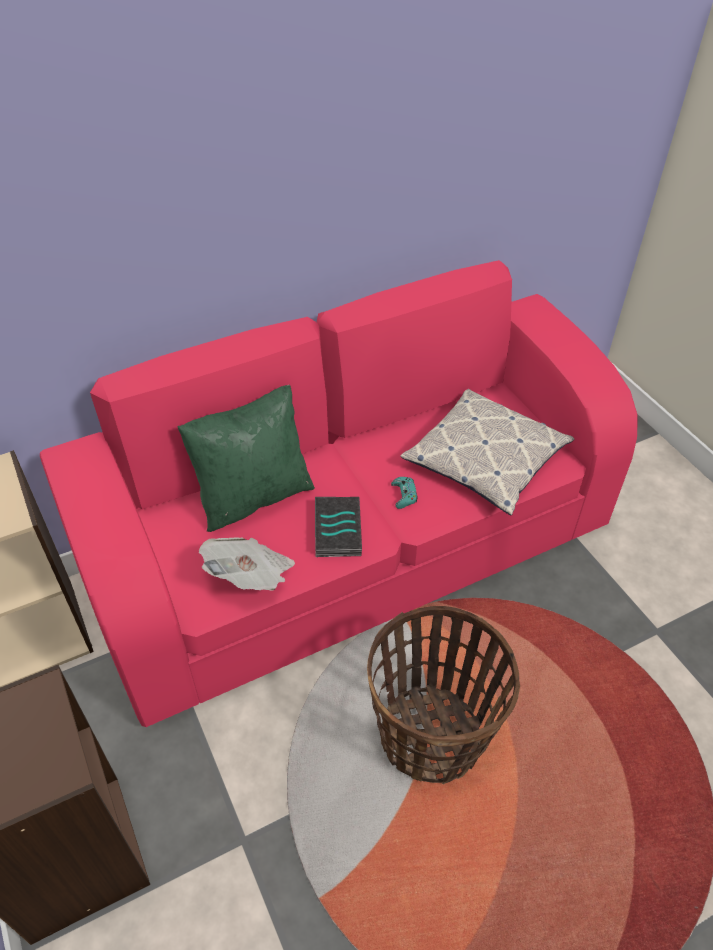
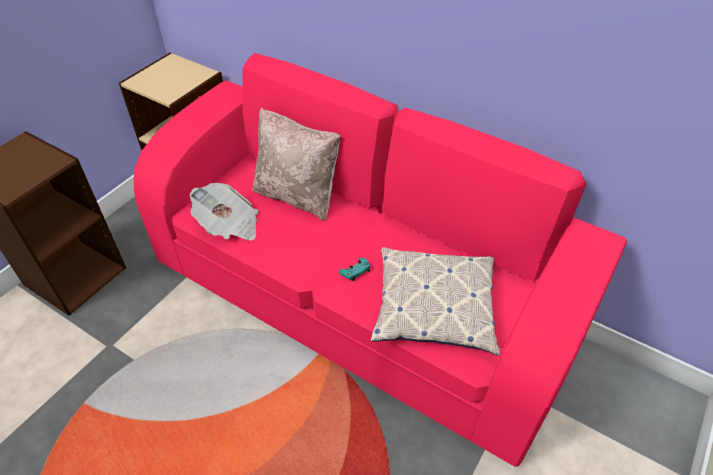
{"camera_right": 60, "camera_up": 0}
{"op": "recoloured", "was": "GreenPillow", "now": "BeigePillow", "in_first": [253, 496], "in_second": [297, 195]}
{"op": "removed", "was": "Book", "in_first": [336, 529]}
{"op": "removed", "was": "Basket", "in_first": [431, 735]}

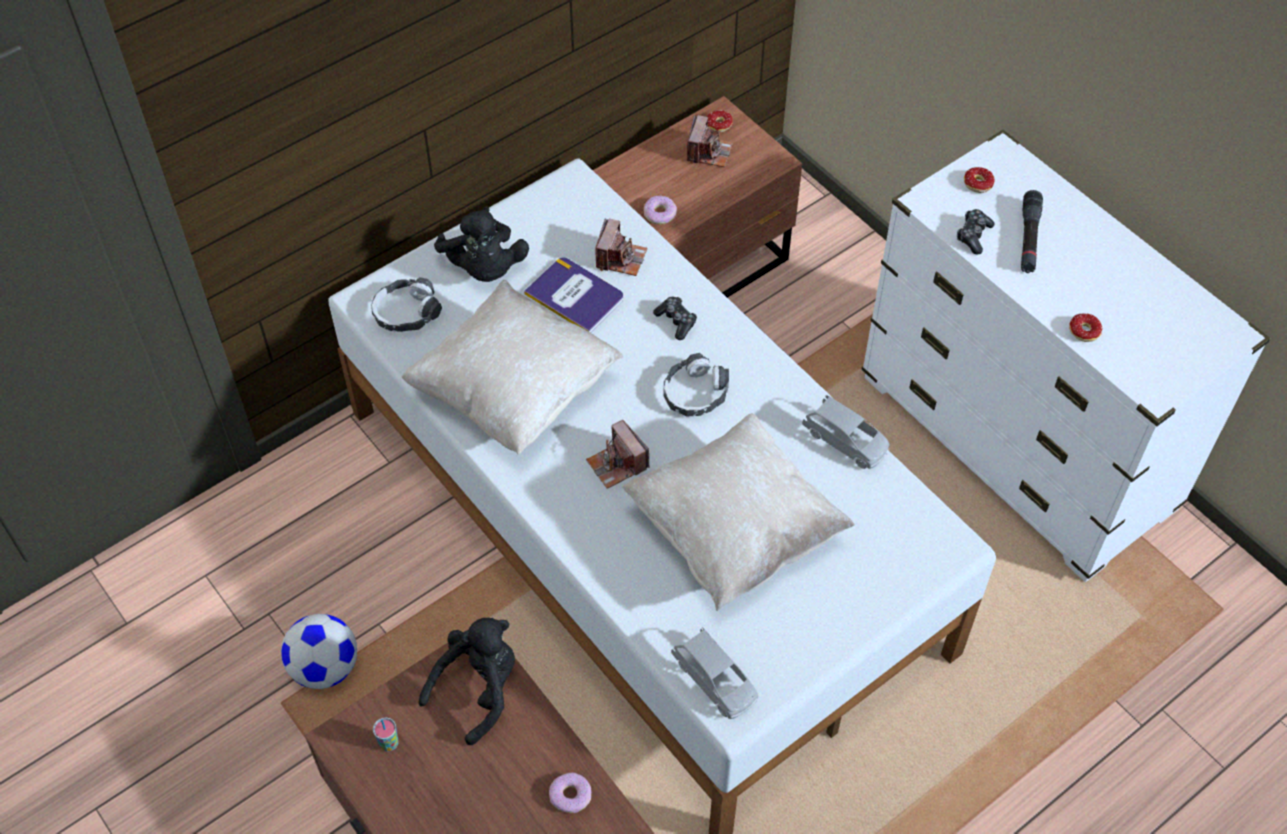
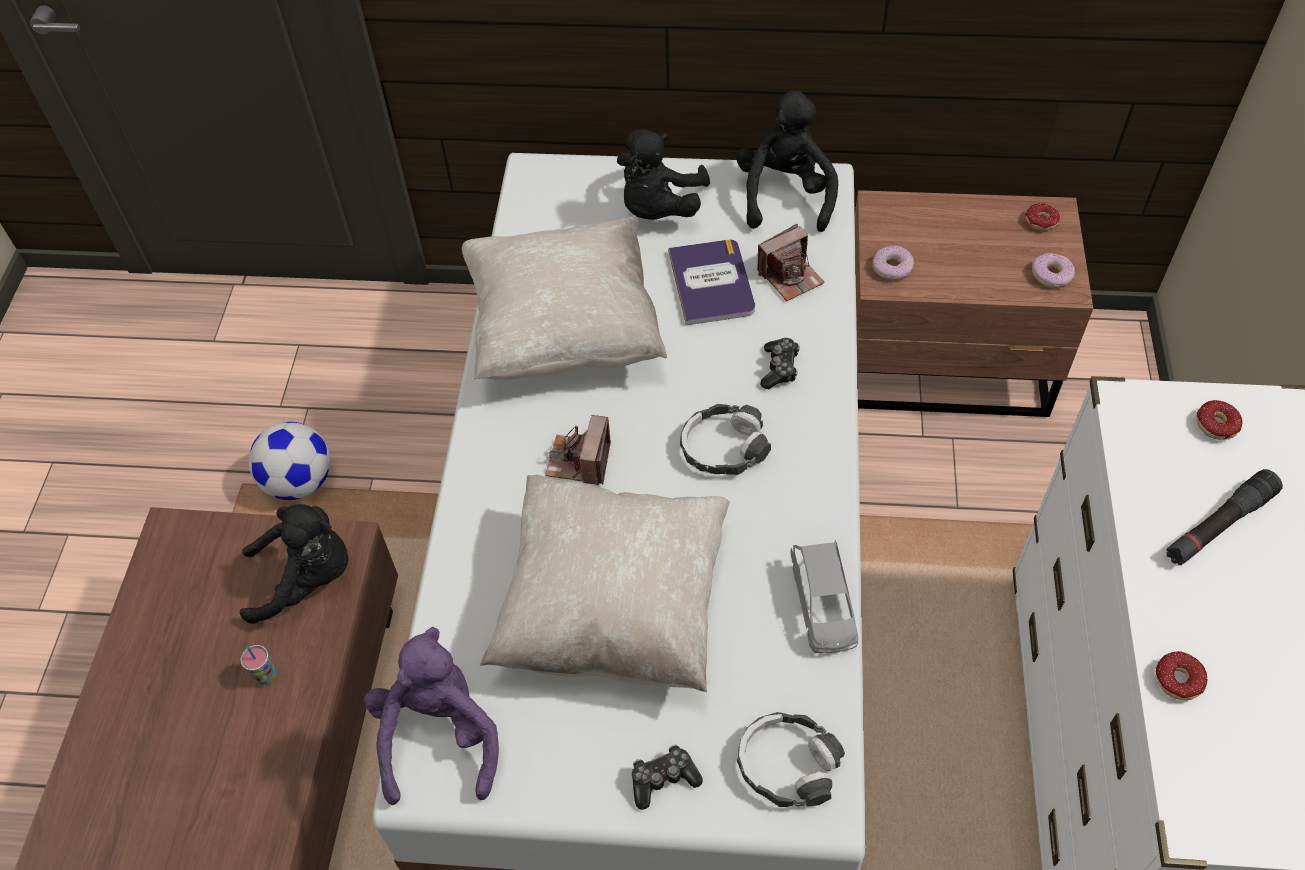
{"camera_right": 45, "camera_up": 0}
{"op": "moved", "was": "Headphones", "in_first": [406, 312], "in_second": [787, 765]}
{"op": "moved", "was": "Cup", "in_first": [389, 744], "in_second": [266, 676]}
{"op": "moved", "was": "Donut", "in_first": [570, 795], "in_second": [1051, 275]}
{"op": "replaced", "was": "GreyToyCar", "now": "PurplePlushToy", "in_first": [715, 680], "in_second": [439, 736]}
{"op": "removed", "was": "PhotoCamera", "in_first": [708, 152]}
{"op": "moved", "was": "GameController", "in_first": [973, 235], "in_second": [663, 779]}
{"op": "added", "now": "BlackPlushToy", "in_second": [785, 195]}

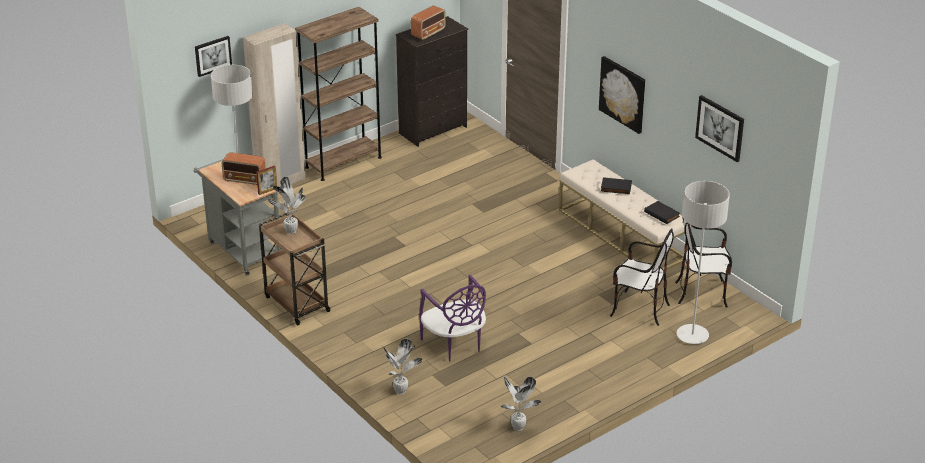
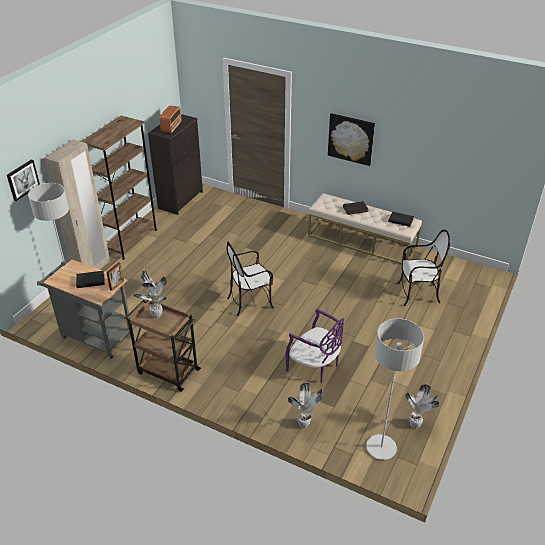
{"camera_right": -25, "camera_up": 5}
{"op": "replaced", "was": "Radio", "now": "BlackBook", "in_first": [245, 180], "in_second": [91, 280]}
{"op": "moved", "was": "Chair", "in_first": [702, 293], "in_second": [250, 301]}
{"op": "moved", "was": "GreyFloorLamp", "in_first": [692, 335], "in_second": [381, 448]}
{"op": "removed", "was": "Picture", "in_first": [720, 128]}

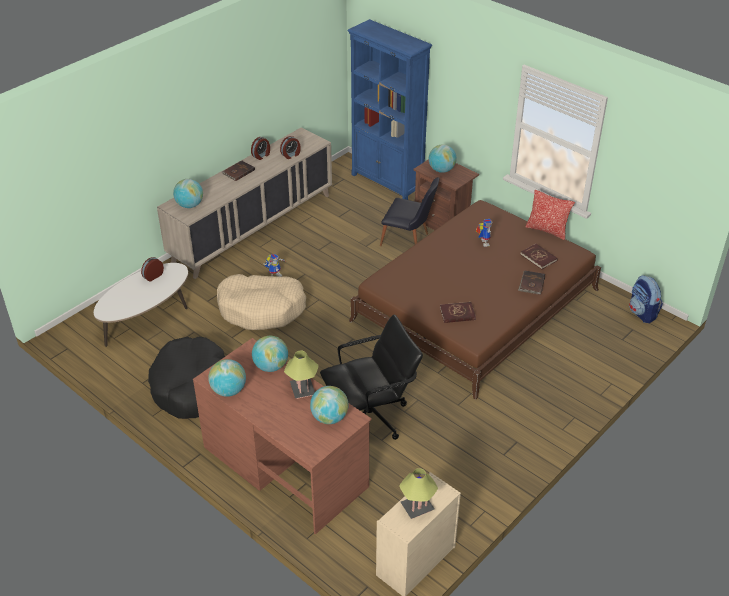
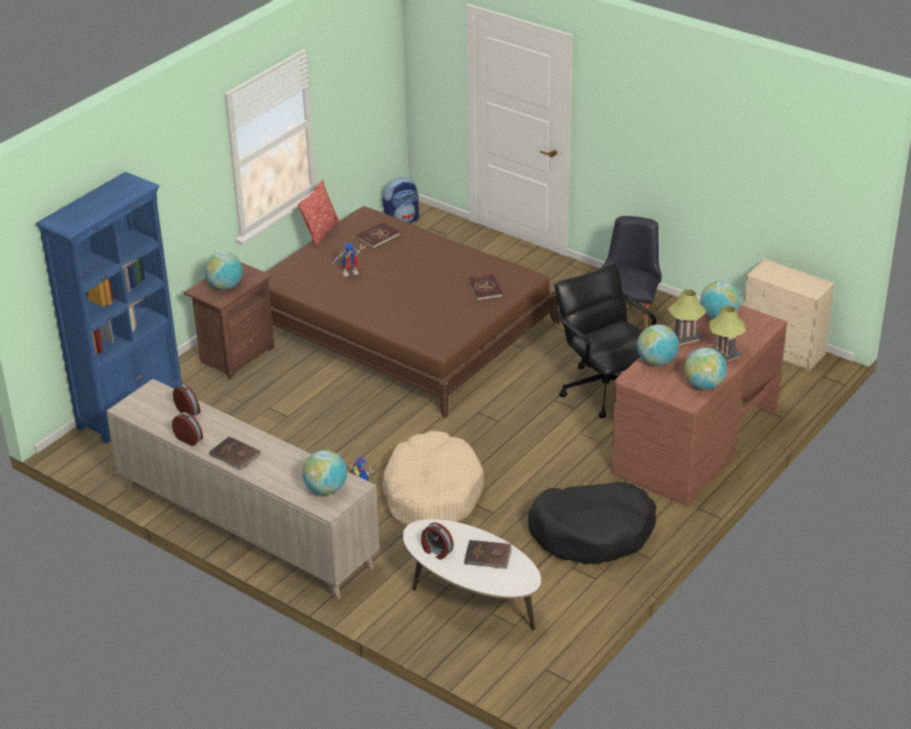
{"camera_right": -95, "camera_up": -5}
{"op": "moved", "was": "BlackChair", "in_first": [409, 241], "in_second": [627, 317]}
{"op": "moved", "was": "TableLamp", "in_first": [417, 507], "in_second": [724, 354]}
{"op": "moved", "was": "BrownBook", "in_first": [531, 284], "in_second": [488, 556]}

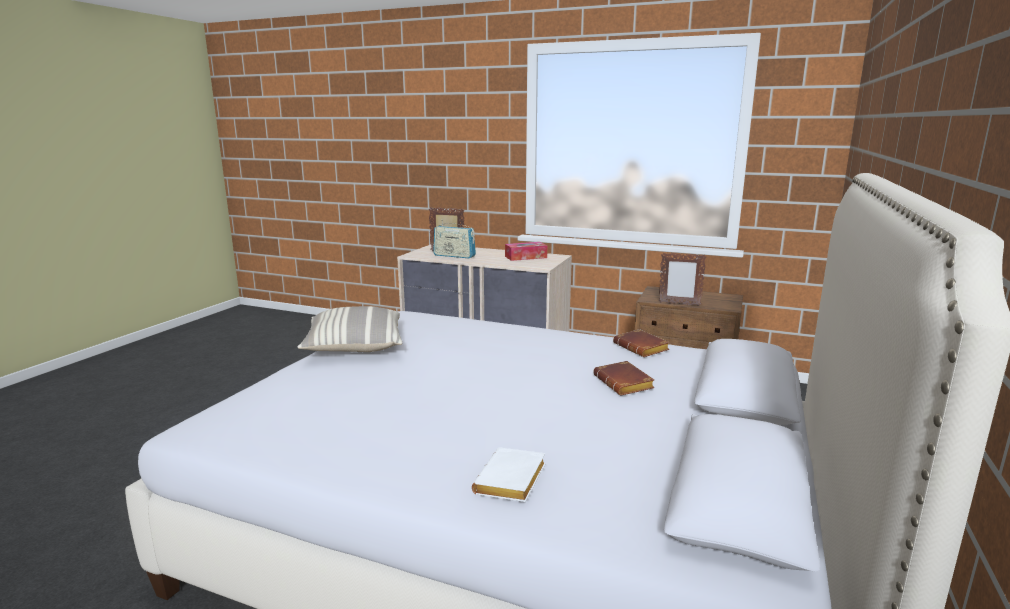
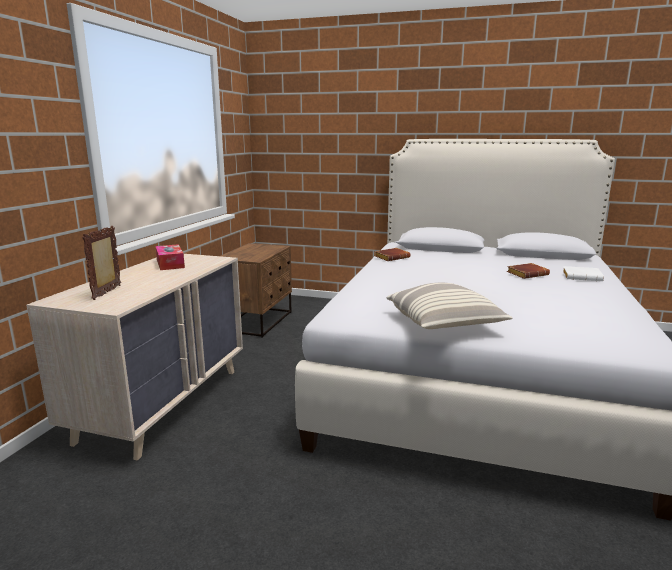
{"camera_right": -95, "camera_up": 0}
{"op": "removed", "was": "Radio", "in_first": [454, 256]}
{"op": "moved", "was": "BrownBook", "in_first": [625, 384], "in_second": [527, 274]}
{"op": "removed", "was": "PictureFrame", "in_first": [679, 304]}

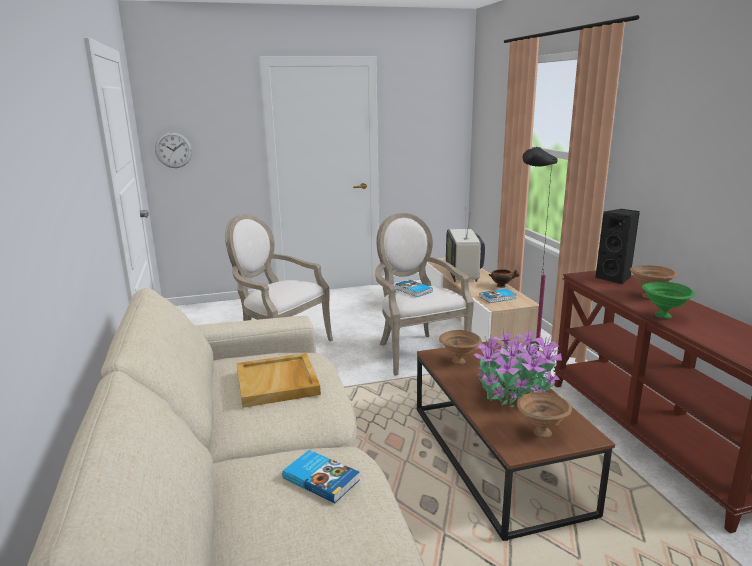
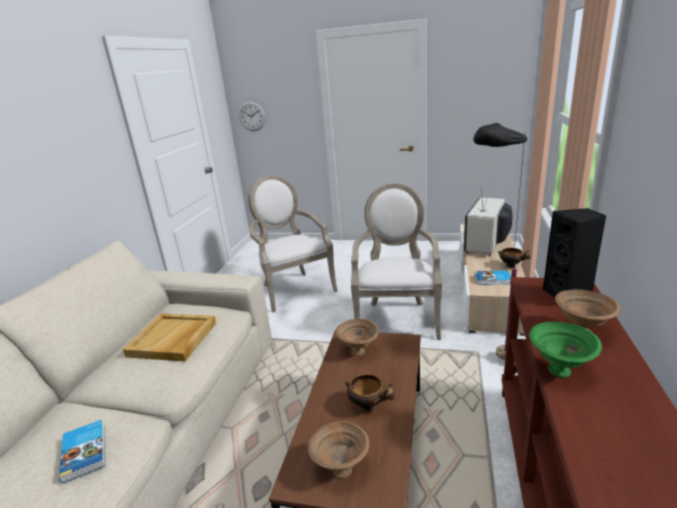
{"camera_right": 30, "camera_up": 5}
{"op": "removed", "was": "Book", "in_first": [412, 290]}
{"op": "replaced", "was": "PottedPlant", "now": "Bowl", "in_first": [513, 392], "in_second": [369, 406]}

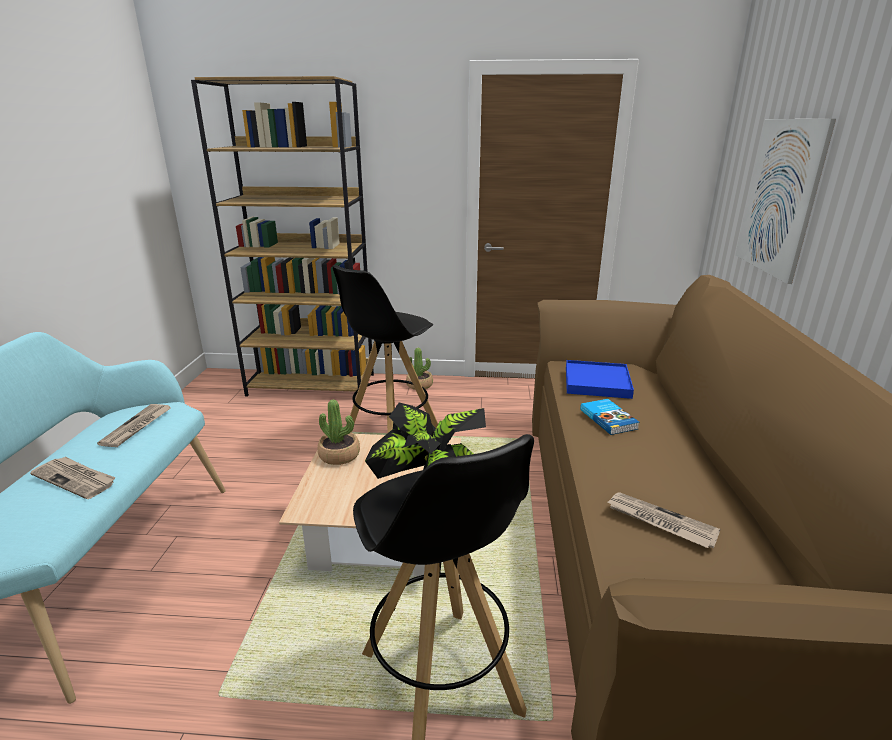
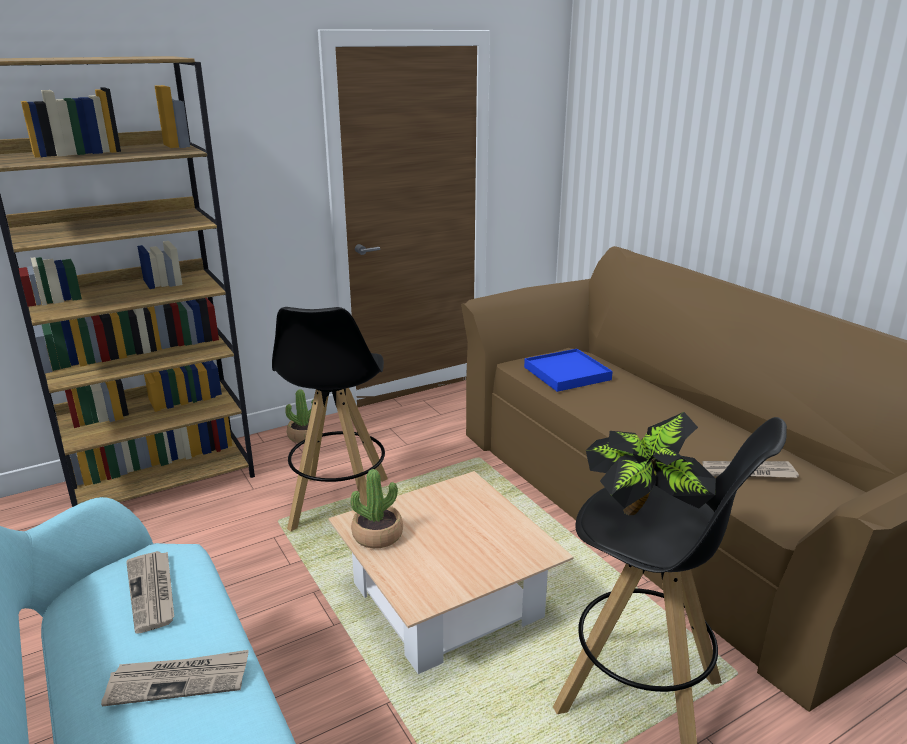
{"camera_right": -35, "camera_up": 0}
{"op": "removed", "was": "Book", "in_first": [609, 419]}
{"op": "removed", "was": "Picture", "in_first": [780, 197]}

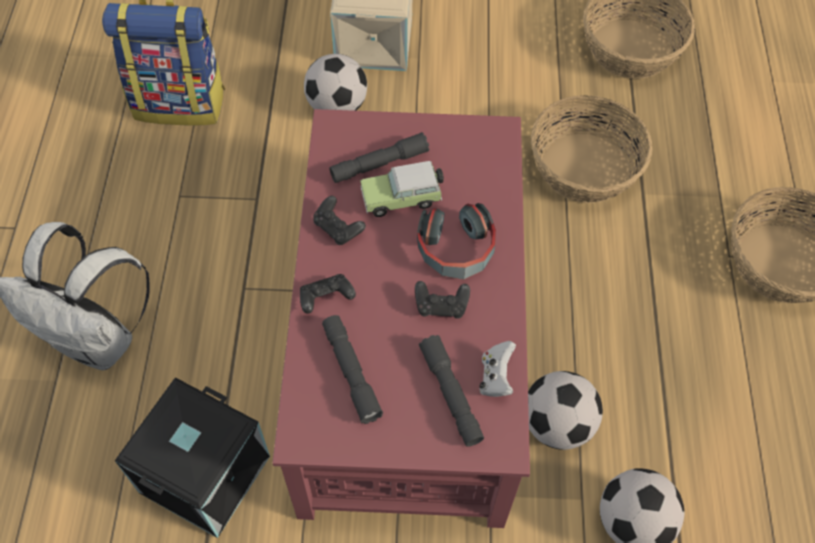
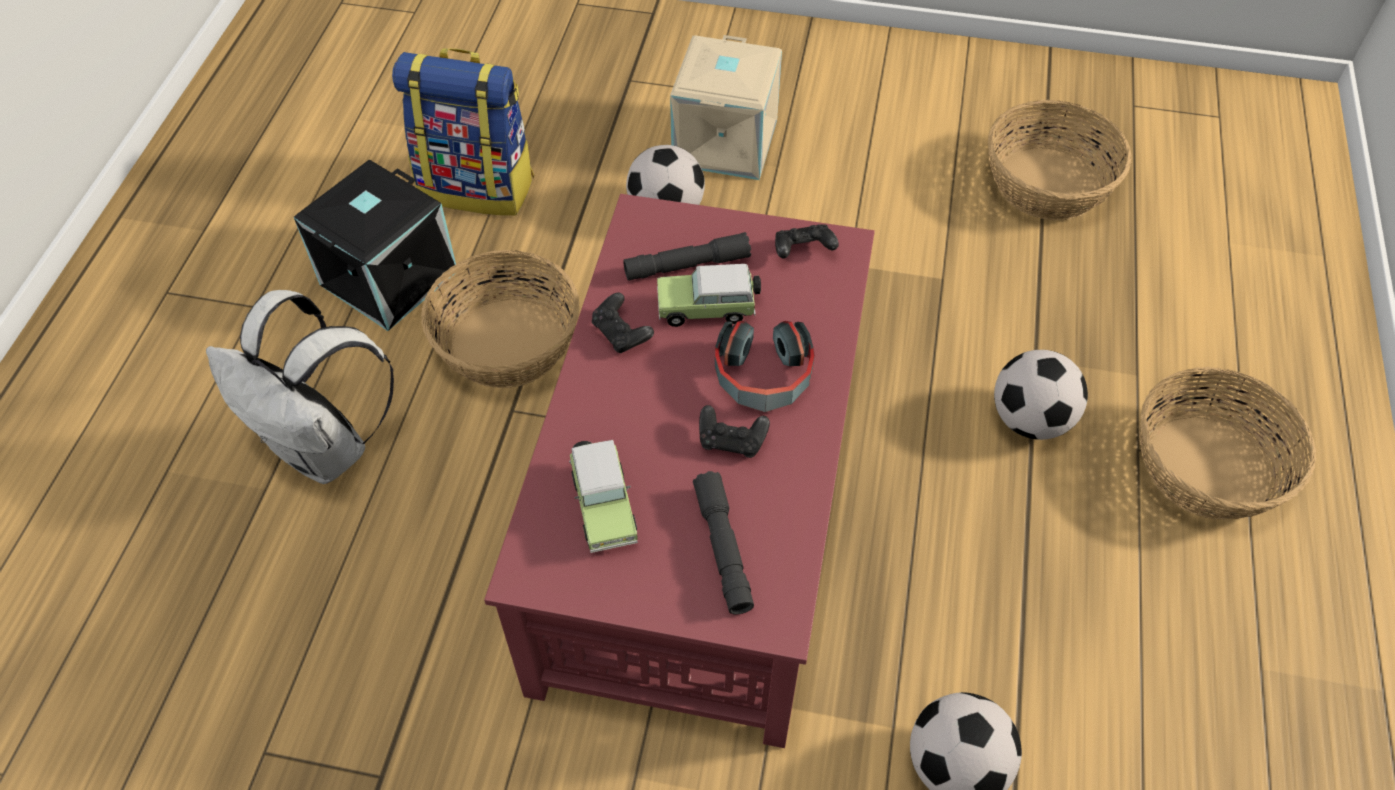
{"camera_right": 10, "camera_up": -5}
{"op": "moved", "was": "BlackStorageBox", "in_first": [206, 476], "in_second": [390, 280]}
{"op": "moved", "was": "BlackGameController", "in_first": [326, 299], "in_second": [803, 250]}
{"op": "replaced", "was": "GreyFlashlight", "now": "ToyCar", "in_first": [351, 372], "in_second": [603, 505]}
{"op": "removed", "was": "WhiteGameController", "in_first": [495, 377]}
{"op": "moved", "was": "Football", "in_first": [557, 424], "in_second": [1030, 420]}
{"op": "moved", "was": "Basket", "in_first": [583, 168], "in_second": [506, 343]}

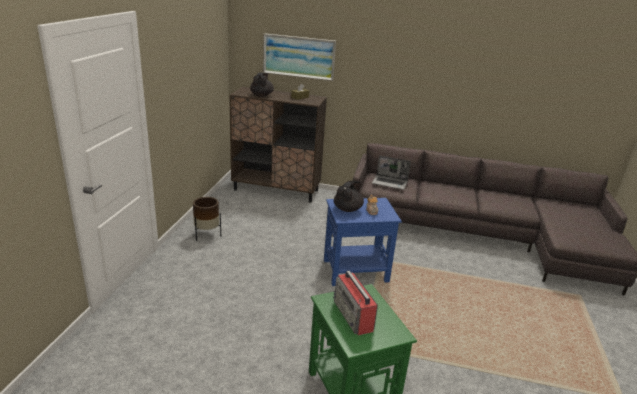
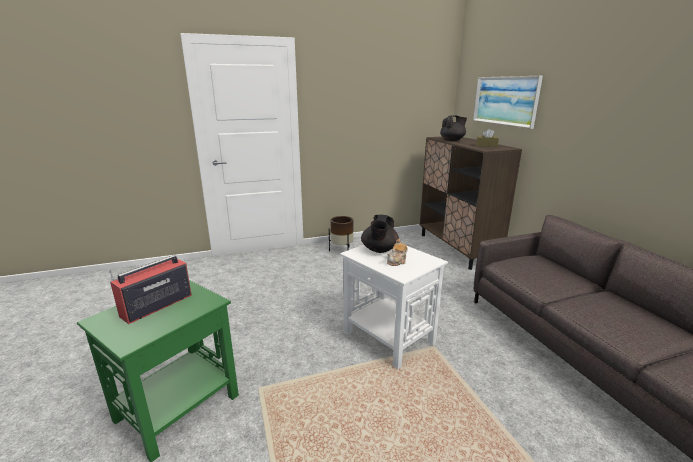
{"camera_right": 60, "camera_up": -5}
{"op": "recoloured", "was": "BlueSideTable", "now": "WhiteSideTable", "in_first": [356, 271], "in_second": [389, 338]}
{"op": "turned", "was": "BlackTeapot", "in_first": [348, 209], "in_second": [379, 250], "clockwise": 105}
{"op": "removed", "was": "Laptop", "in_first": [390, 183]}

